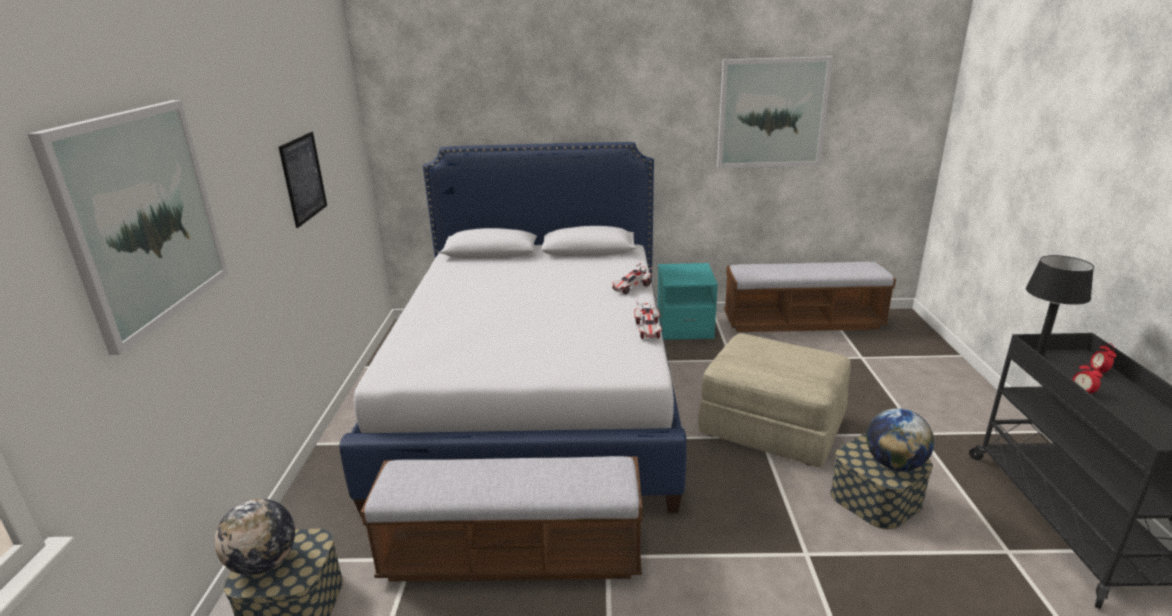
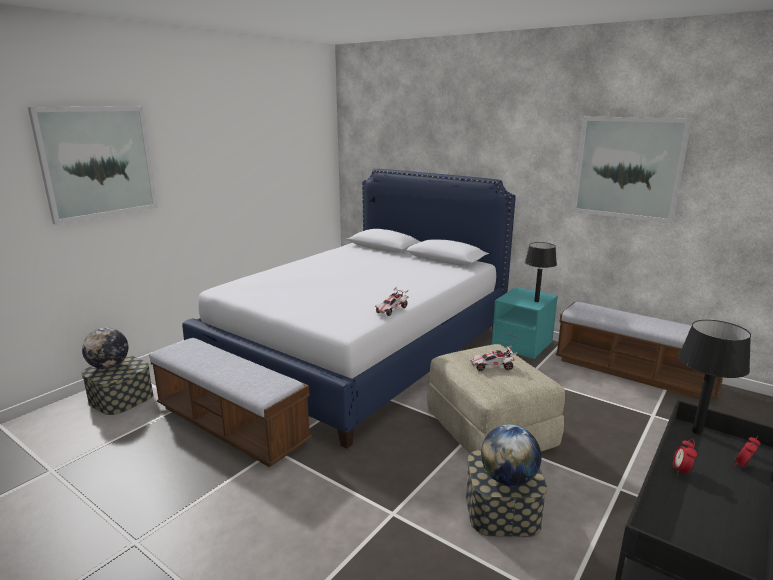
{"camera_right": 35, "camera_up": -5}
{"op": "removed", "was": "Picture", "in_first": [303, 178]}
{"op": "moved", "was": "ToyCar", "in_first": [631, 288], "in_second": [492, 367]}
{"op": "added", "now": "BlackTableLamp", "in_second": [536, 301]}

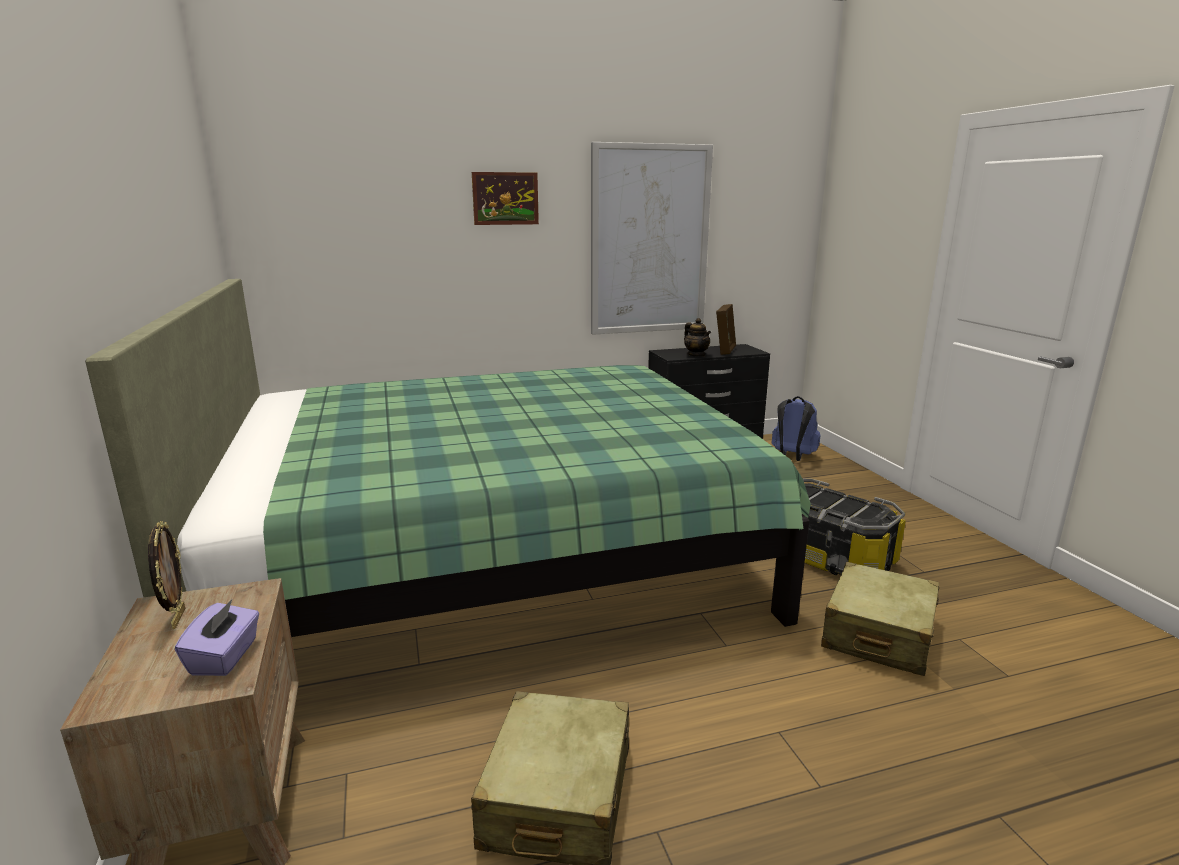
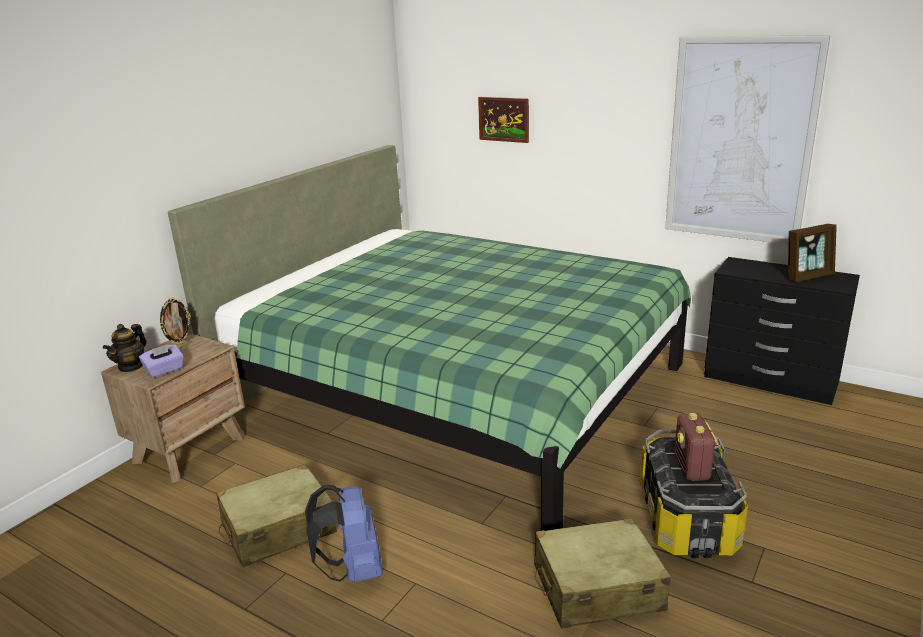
{"camera_right": 50, "camera_up": 5}
{"op": "moved", "was": "Picture", "in_first": [505, 198], "in_second": [503, 119]}
{"op": "moved", "was": "Teapot", "in_first": [696, 355], "in_second": [131, 366]}
{"op": "moved", "was": "BlueBackpack", "in_first": [792, 457], "in_second": [353, 570]}
{"op": "added", "now": "Radio", "in_second": [692, 468]}

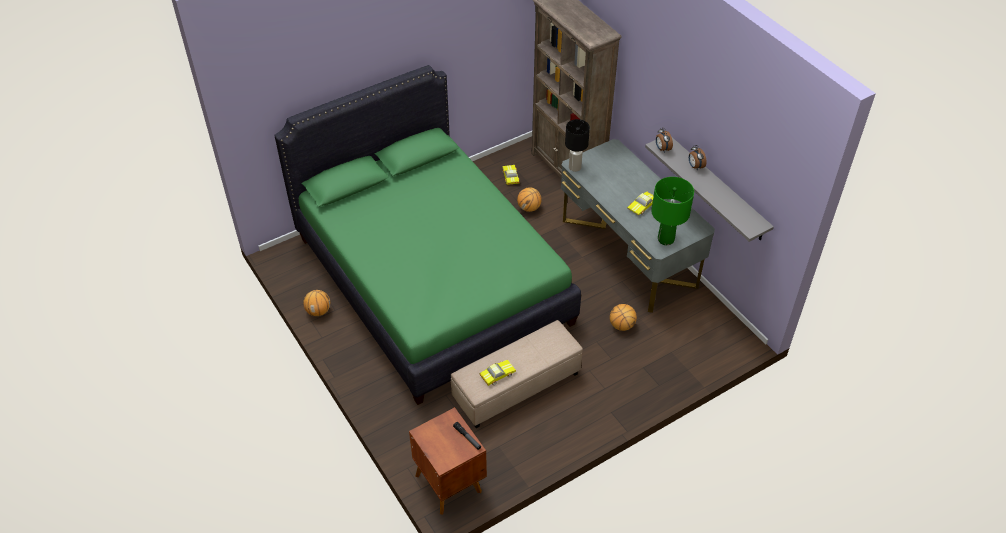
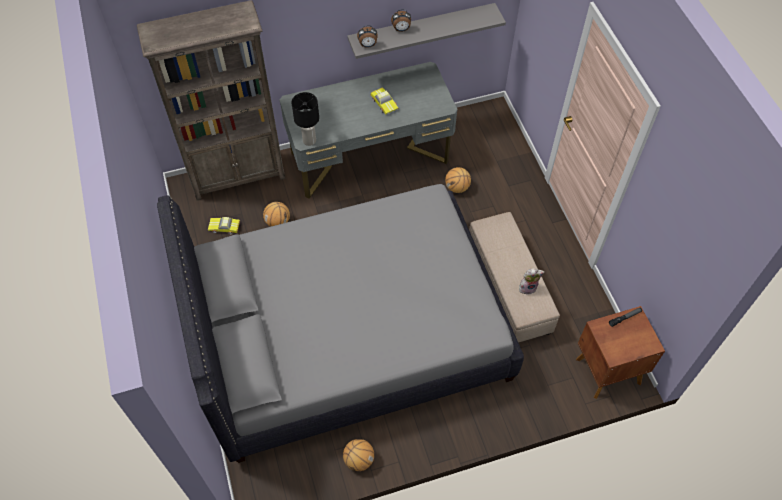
{"camera_right": -75, "camera_up": 10}
{"op": "recoloured", "was": "GreenBed", "now": "GreyBed", "in_first": [432, 280], "in_second": [349, 334]}
{"op": "replaced", "was": "ToyCar", "now": "PlushToy", "in_first": [497, 374], "in_second": [528, 287]}
{"op": "removed", "was": "GreenTableLamp", "in_first": [666, 240]}

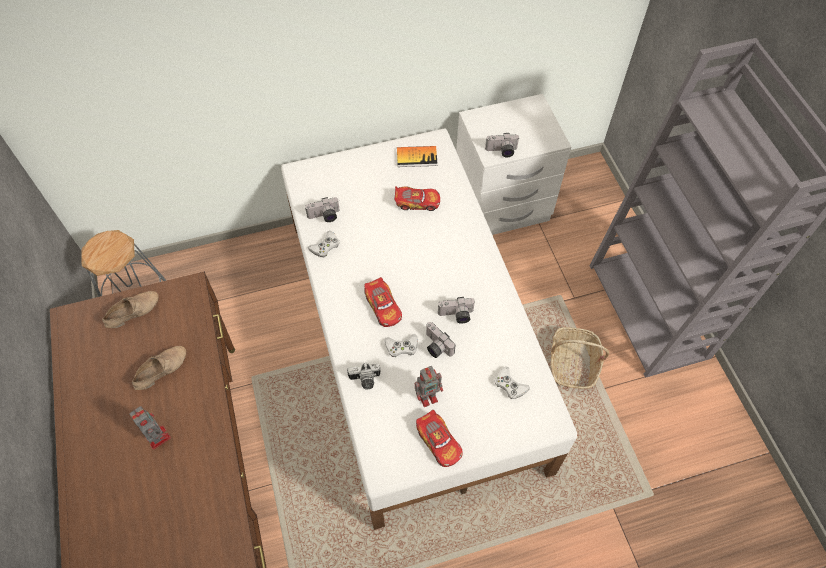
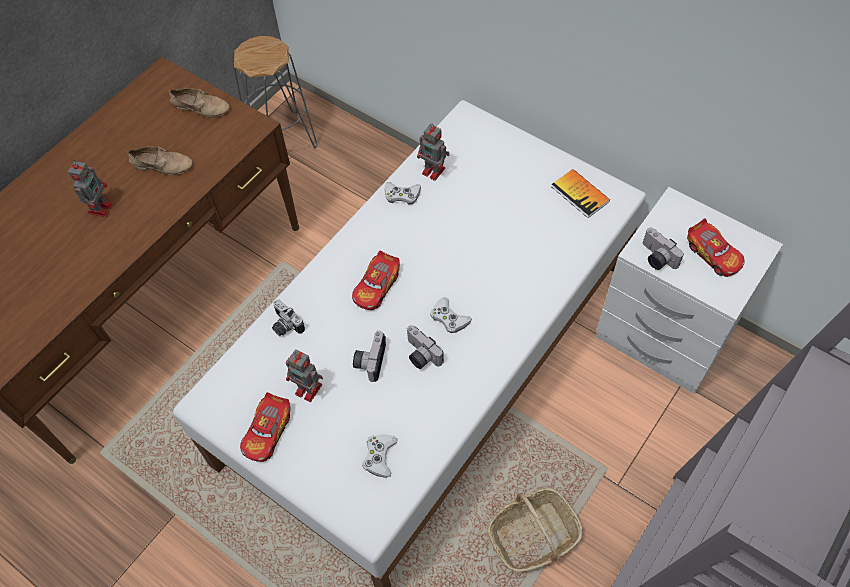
{"camera_right": 55, "camera_up": 0}
{"op": "replaced", "was": "PhotoCamera", "now": "ToyRobot", "in_first": [324, 217], "in_second": [434, 171]}
{"op": "moved", "was": "WhiteGameController", "in_first": [401, 347], "in_second": [449, 318]}
{"op": "moved", "was": "ToyCar", "in_first": [417, 202], "in_second": [713, 254]}

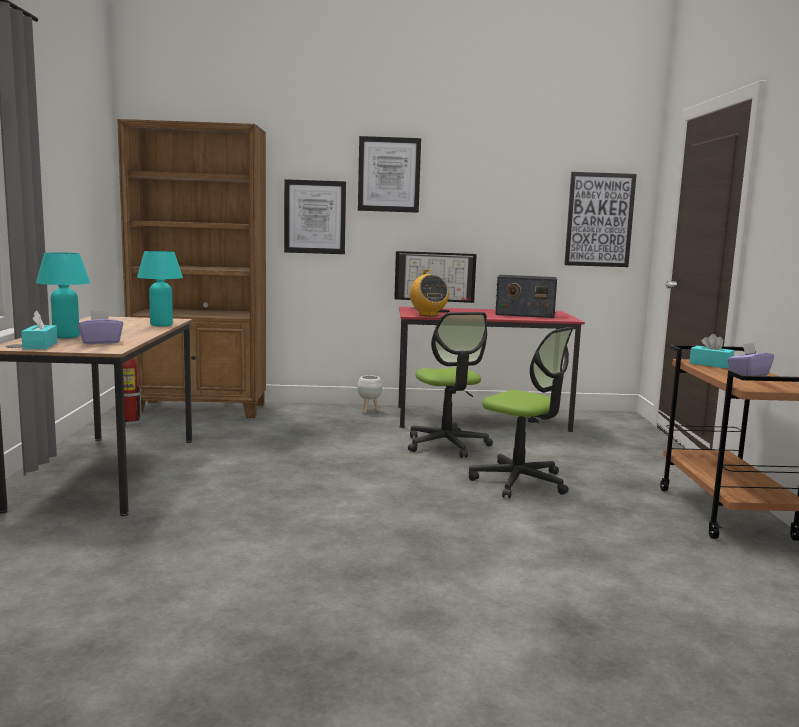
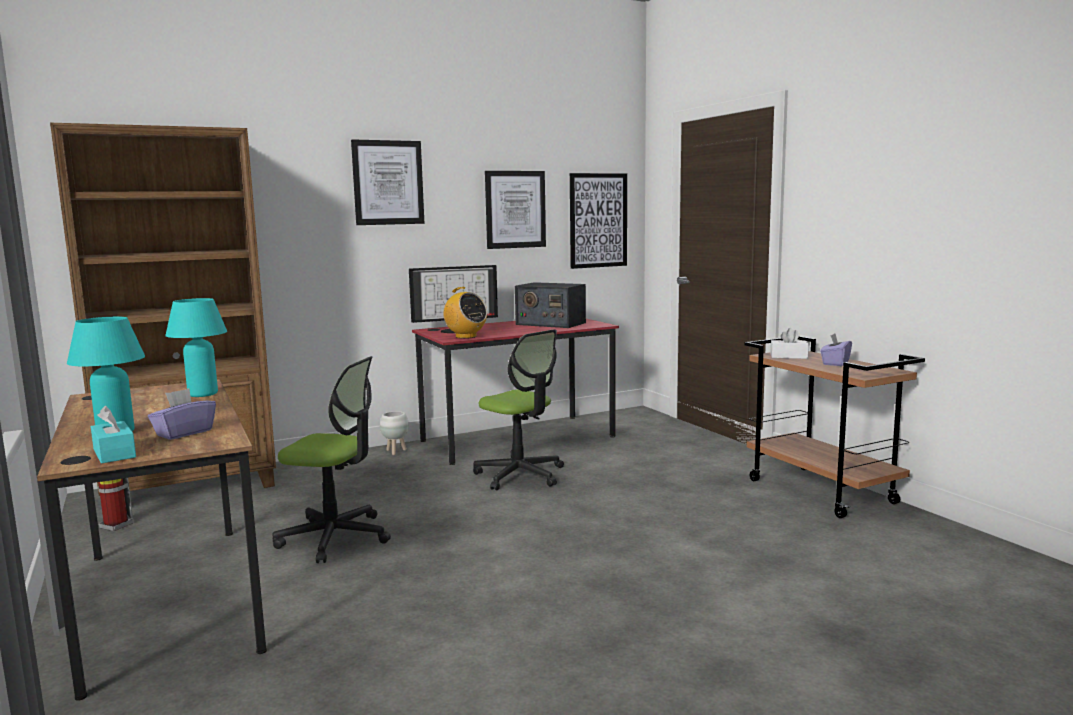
{"camera_right": -25, "camera_up": 0}
{"op": "moved", "was": "Picture", "in_first": [315, 217], "in_second": [515, 209]}
{"op": "moved", "was": "OfficeChair", "in_first": [520, 482], "in_second": [335, 537]}
{"op": "turned", "was": "Radio", "in_first": [524, 314], "in_second": [550, 323], "clockwise": 45}
{"op": "recoloured", "was": "TurquoiseTissueBox", "now": "WhiteTissueBox", "in_first": [710, 364], "in_second": [788, 356]}

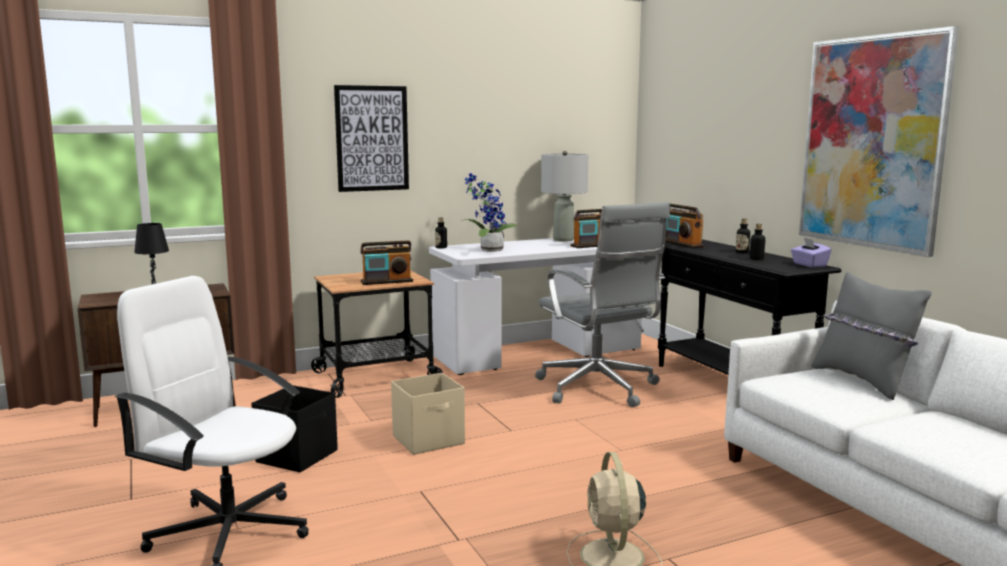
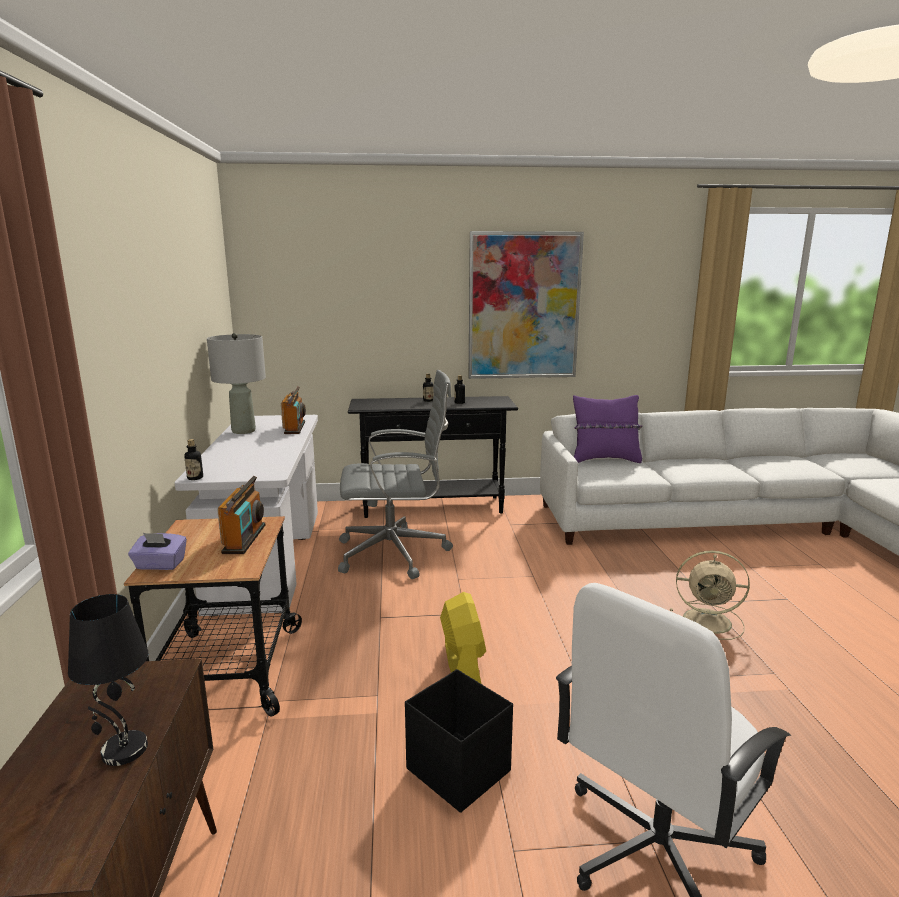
{"camera_right": -70, "camera_up": 5}
{"op": "removed", "was": "Picture", "in_first": [372, 138]}
{"op": "replaced", "was": "BeigeStorageBox", "now": "YellowFan", "in_first": [429, 440], "in_second": [462, 663]}
{"op": "removed", "was": "PottedPlant", "in_first": [488, 250]}
{"op": "removed", "was": "Radio", "in_first": [682, 244]}
{"op": "moved", "was": "PurpleTissueBox", "in_first": [809, 265], "in_second": [160, 565]}
{"op": "recoloured", "was": "GreyPillow", "now": "PurplePillow", "in_first": [863, 381], "in_second": [605, 460]}

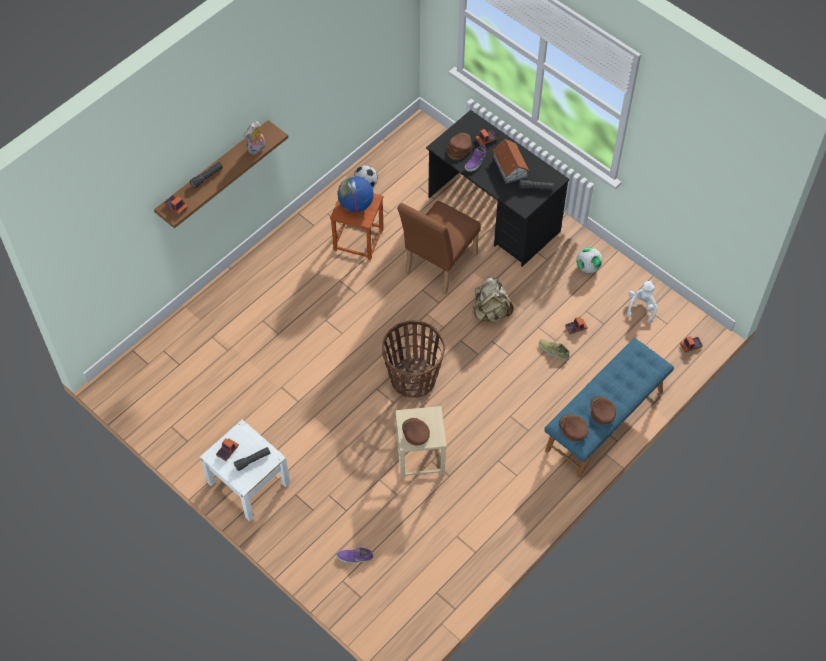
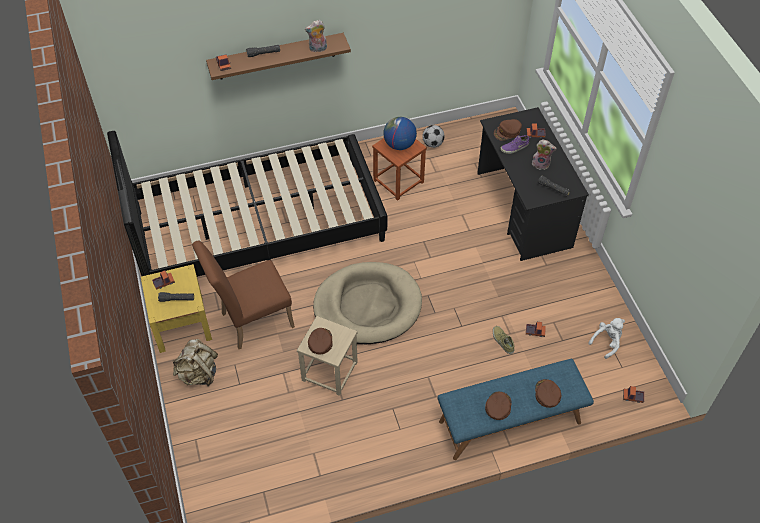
{"camera_right": 30, "camera_up": -5}
{"op": "recoloured", "was": "WhiteNightstand", "now": "YellowNightstand", "in_first": [248, 483], "in_second": [181, 323]}
{"op": "removed", "was": "PurpleShoe", "in_first": [354, 557]}
{"op": "replaced", "was": "Basket", "now": "BeigeDogBed", "in_first": [413, 378], "in_second": [367, 306]}
{"op": "moved", "was": "BrownChair", "in_first": [437, 266], "in_second": [251, 321]}
{"op": "moved", "was": "BeigeBackpack", "in_first": [490, 312], "in_second": [198, 374]}
{"op": "replaced", "was": "ToyHouse", "now": "PlushToy", "in_first": [510, 167], "in_second": [541, 164]}
{"op": "moved", "was": "BrownCap", "in_first": [573, 428], "in_second": [547, 394]}
{"op": "removed", "was": "Football", "in_first": [587, 267]}
{"op": "added", "now": "BlackBed", "in_second": [258, 226]}

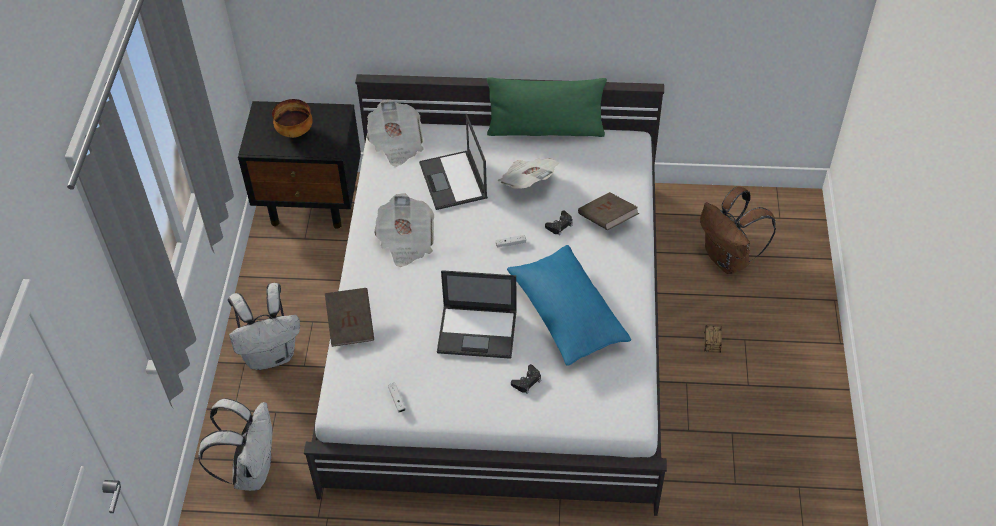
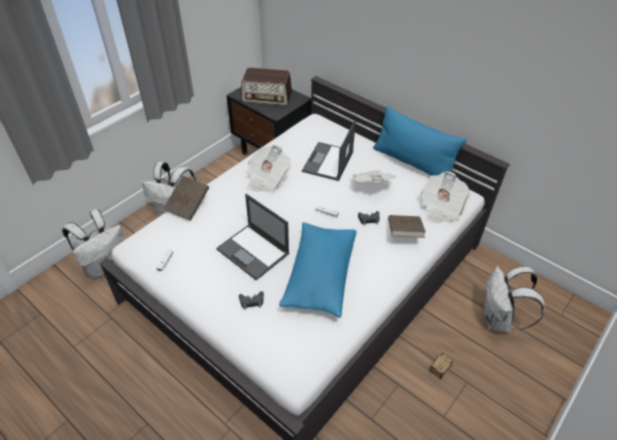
{"camera_right": 35, "camera_up": -5}
{"op": "replaced", "was": "Bowl", "now": "Radio", "in_first": [295, 132], "in_second": [267, 97]}
{"op": "moved", "was": "Newspaper", "in_first": [396, 144], "in_second": [441, 208]}
{"op": "recoloured", "was": "GreenPillow", "now": "BluePillow", "in_first": [545, 130], "in_second": [413, 163]}
{"op": "recoloured", "was": "BrownBackpack", "now": "WhiteBackpack", "in_first": [729, 259], "in_second": [498, 320]}

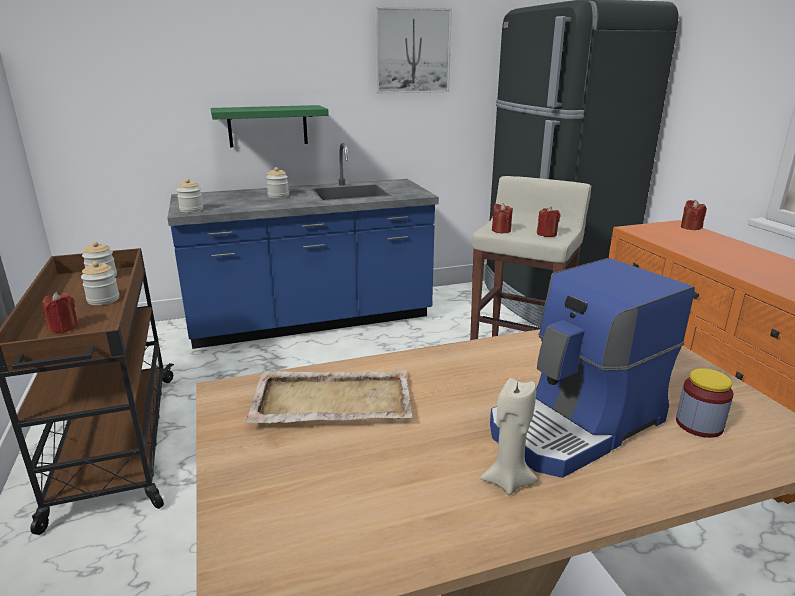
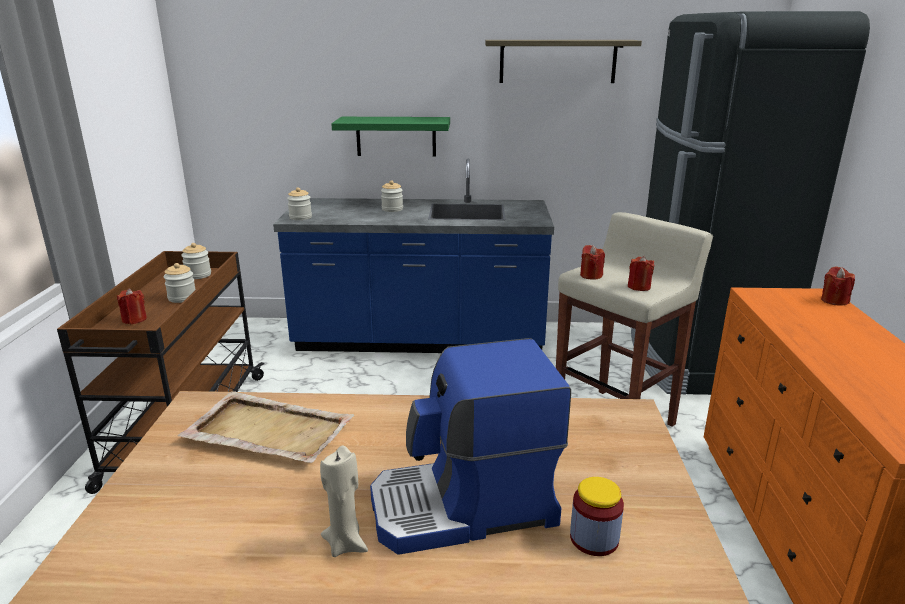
{"camera_right": 20, "camera_up": 0}
{"op": "replaced", "was": "Picture", "now": "Shelf", "in_first": [412, 51], "in_second": [557, 61]}

